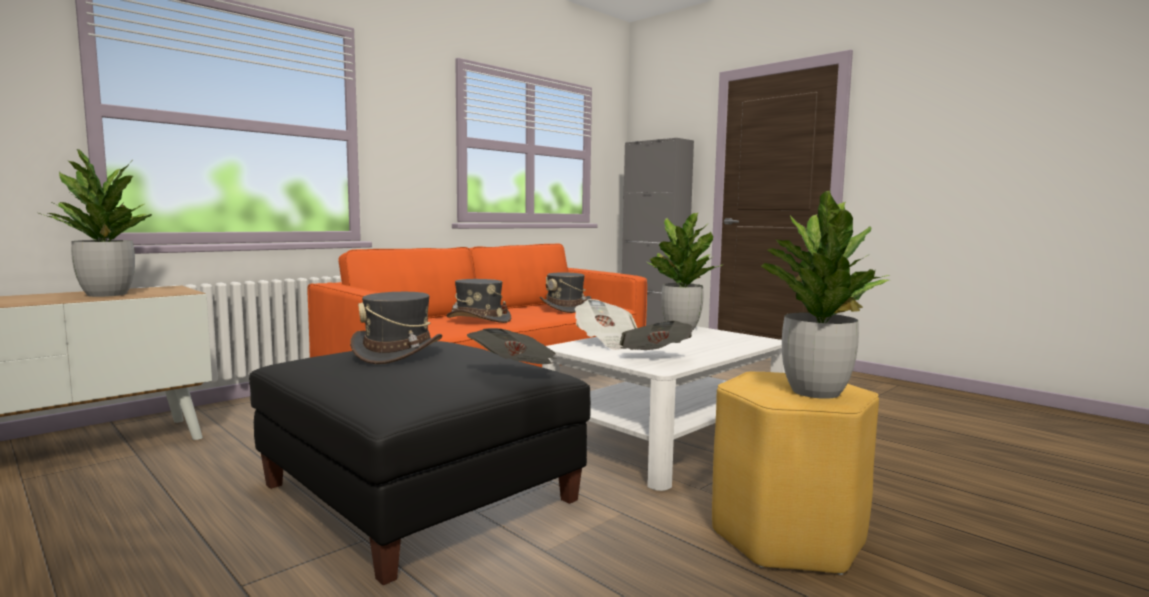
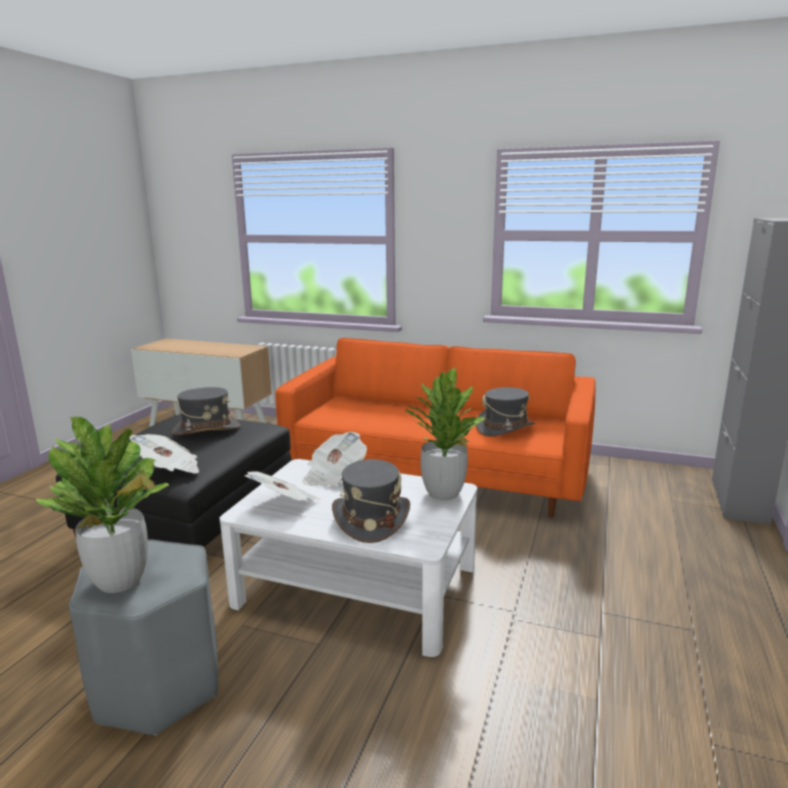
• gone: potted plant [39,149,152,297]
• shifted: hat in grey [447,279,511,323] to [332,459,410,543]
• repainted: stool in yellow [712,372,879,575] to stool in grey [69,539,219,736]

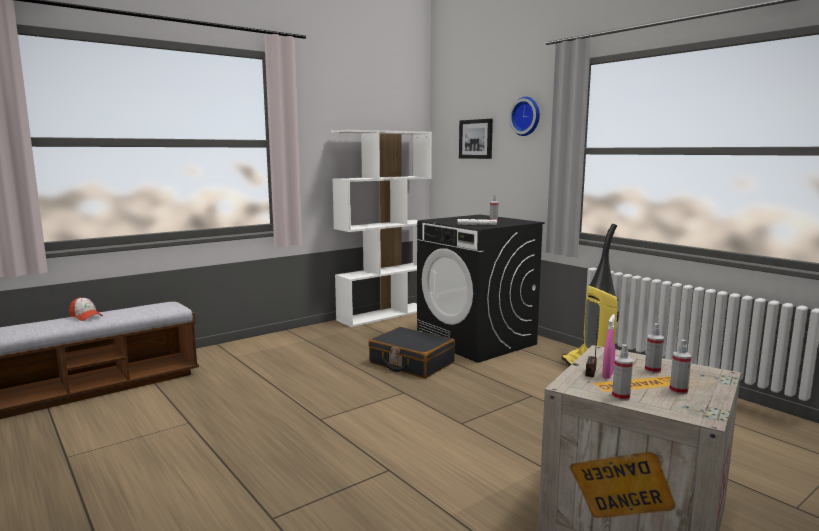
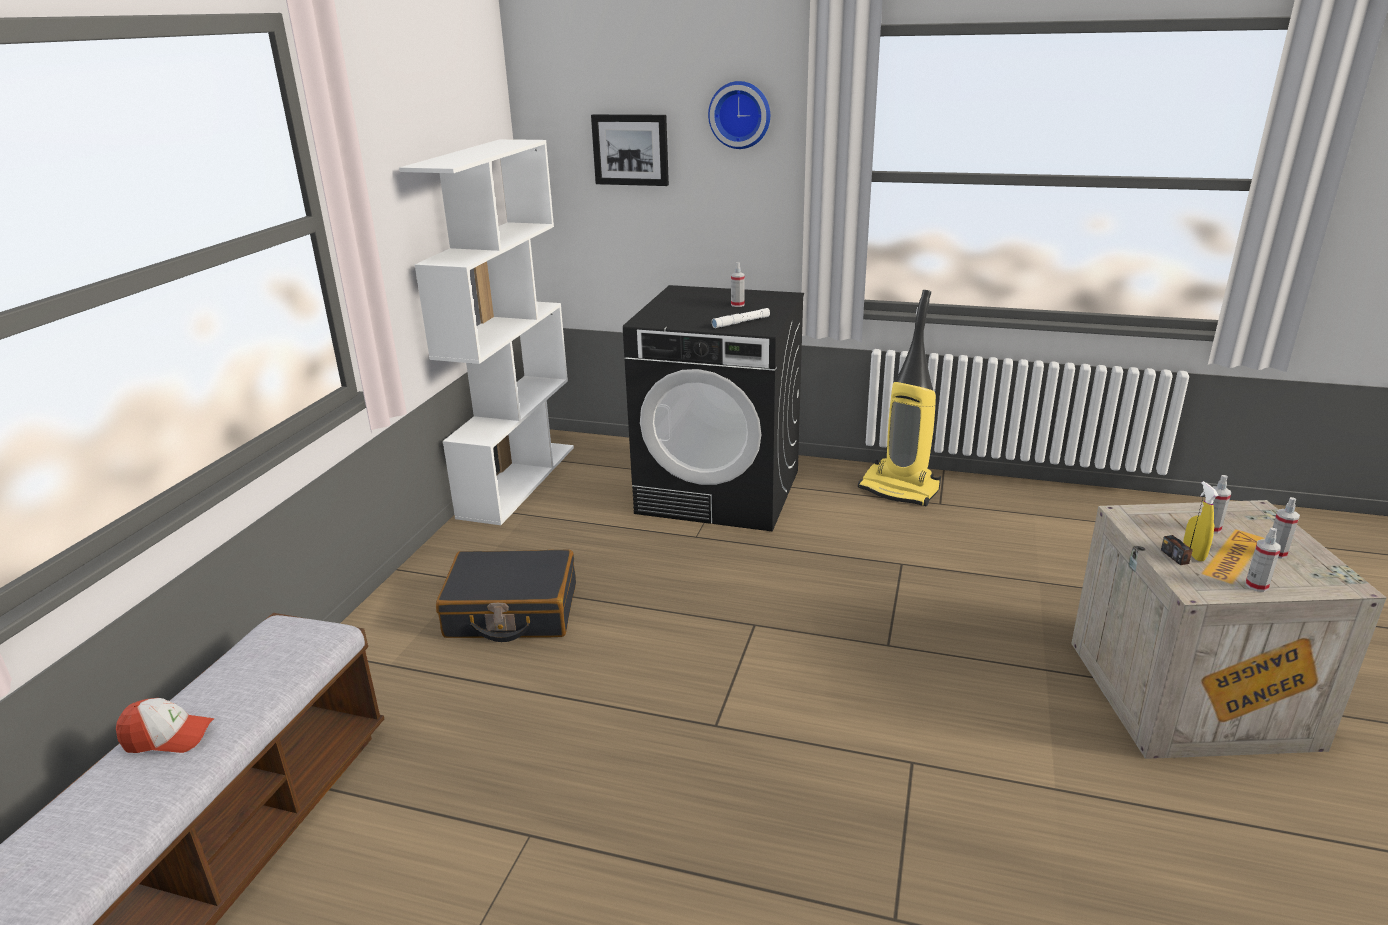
• shifted: suitcase in black [368,327,455,378] to [436,550,576,642]
• repainted: spray bottle in pink [602,314,615,379] to spray bottle in yellow [1183,481,1219,561]

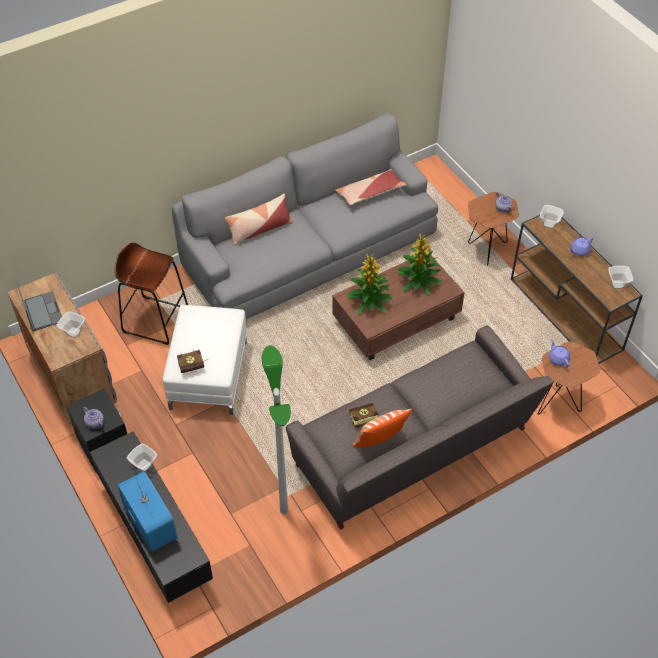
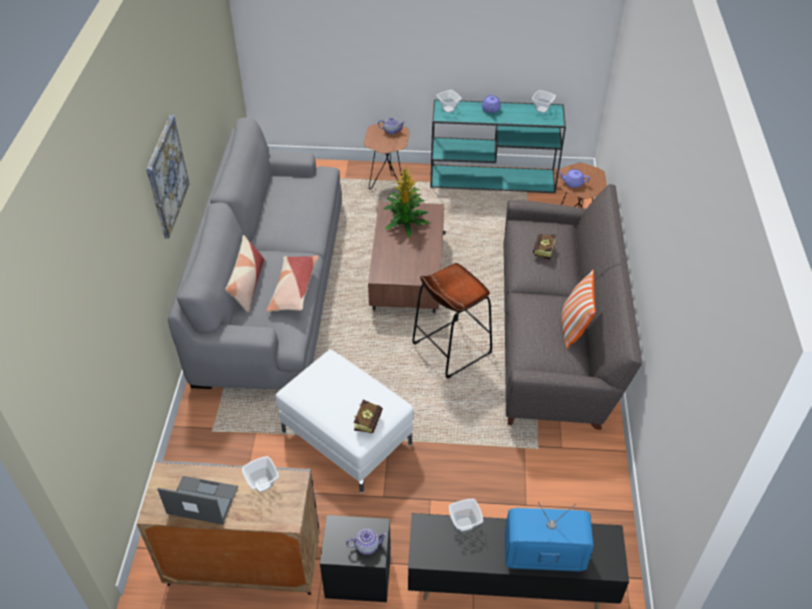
• shifted: stool in brown [114,243,188,345] to [412,263,492,378]
• gone: floor lamp [262,345,291,514]
• shifted: pillow [335,169,407,205] to [266,256,319,312]
• gone: potted plant [347,254,393,315]
• shifted: book [347,403,378,428] to [533,234,556,265]
• repainted: console table in brown [511,215,643,364] to console table in turquoise [431,99,566,193]
• new: picture [146,115,189,239]

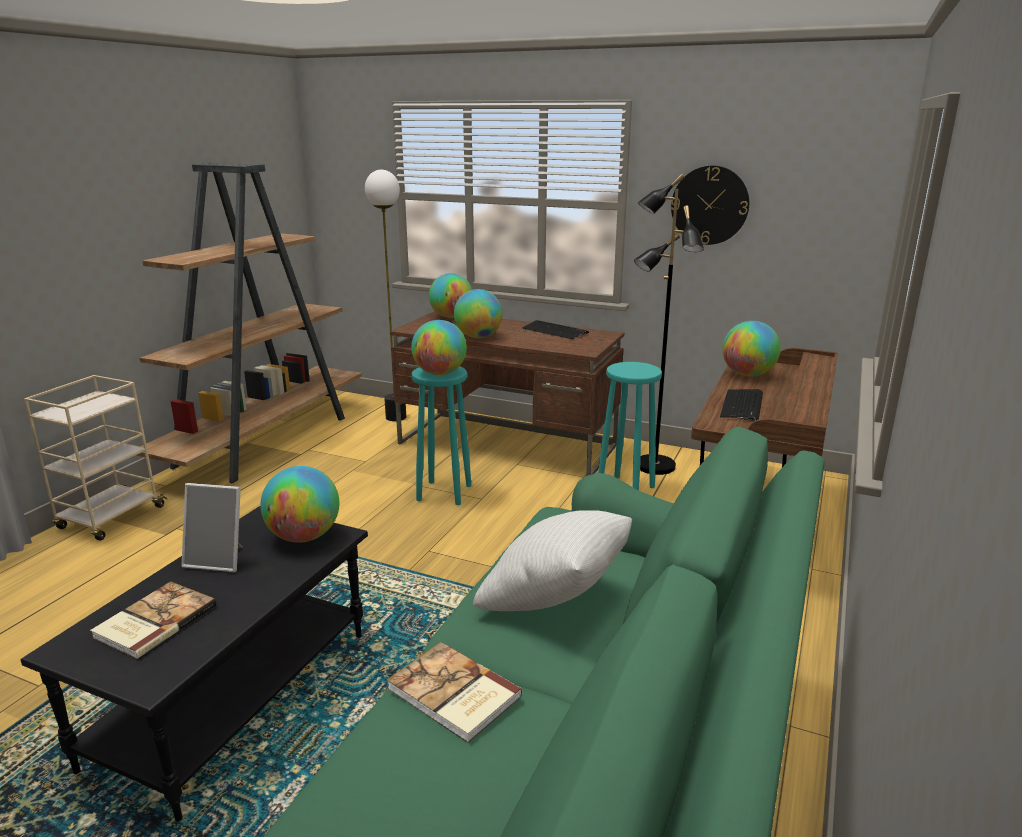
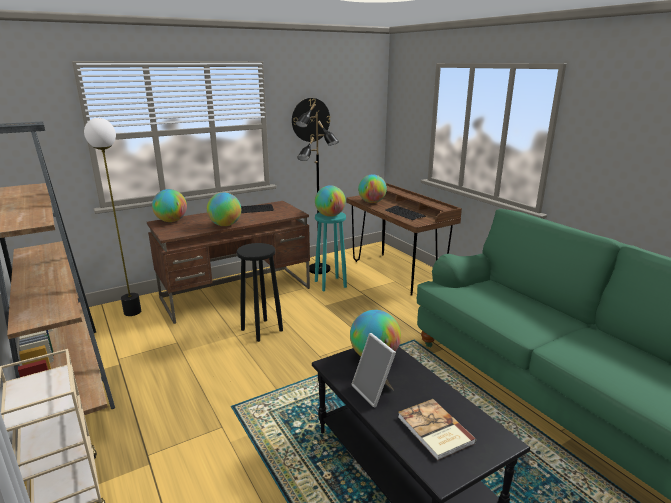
• rotated: picture frame [181,483,242,572] = [351,333,396,407] 105 degrees clockwise
• gone: book [387,642,523,743]
• shifted: globe [411,320,467,375] to [315,185,346,217]
• repainted: stool in turquoise [412,366,471,505] to stool in black [237,243,283,342]
• gone: pillow in white [473,510,632,611]

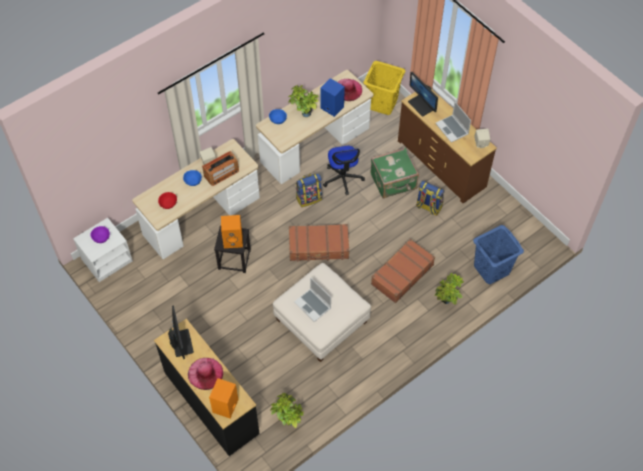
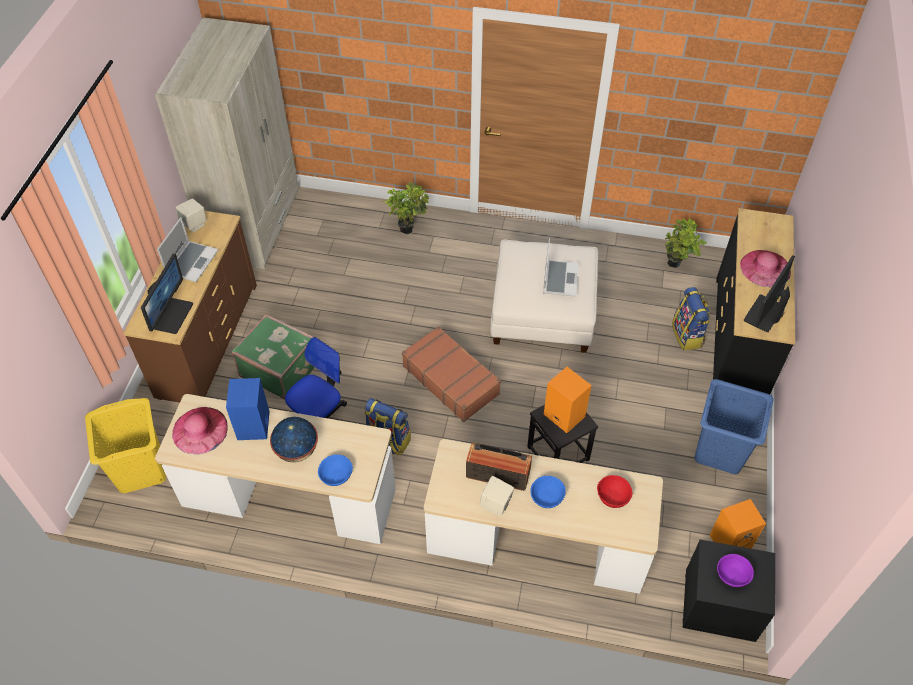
• repainted: nightstand in white [73,218,133,282] to nightstand in black [682,539,775,642]
• shifted: speaker in orange [209,378,238,418] to [710,499,766,549]
• swapped: potted plant [288,85,319,117] to globe [270,417,318,462]
• gone: suitcase in brown [371,239,435,303]
• shifted: backpack [416,181,445,215] to [672,287,710,350]
• shifted: laundry basket in blue [473,225,524,284] to [694,379,774,475]
• new: wardrobe in beige [155,17,299,269]

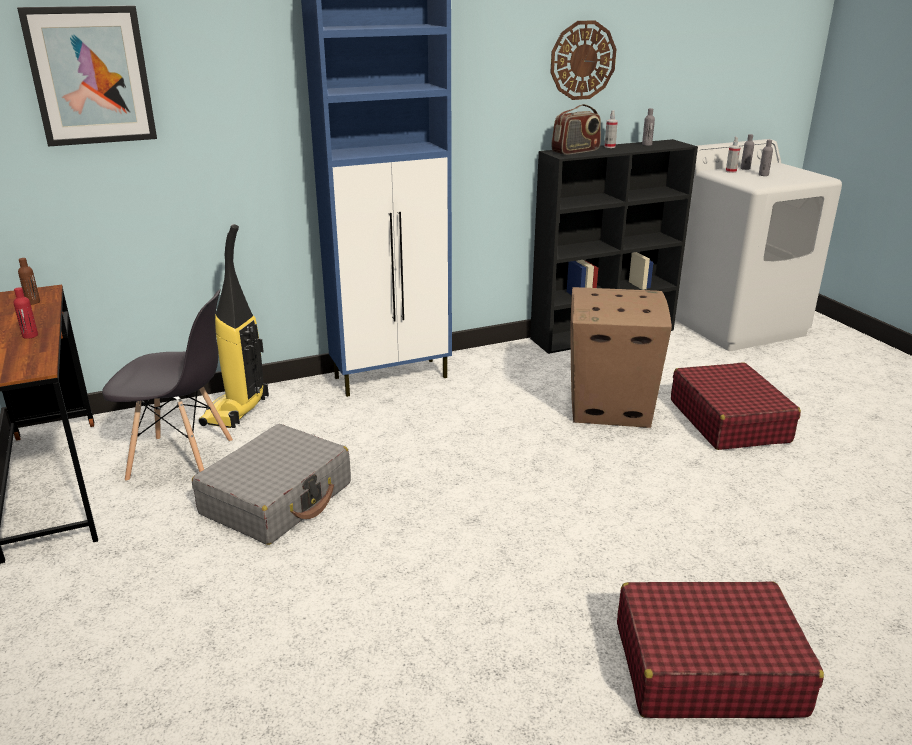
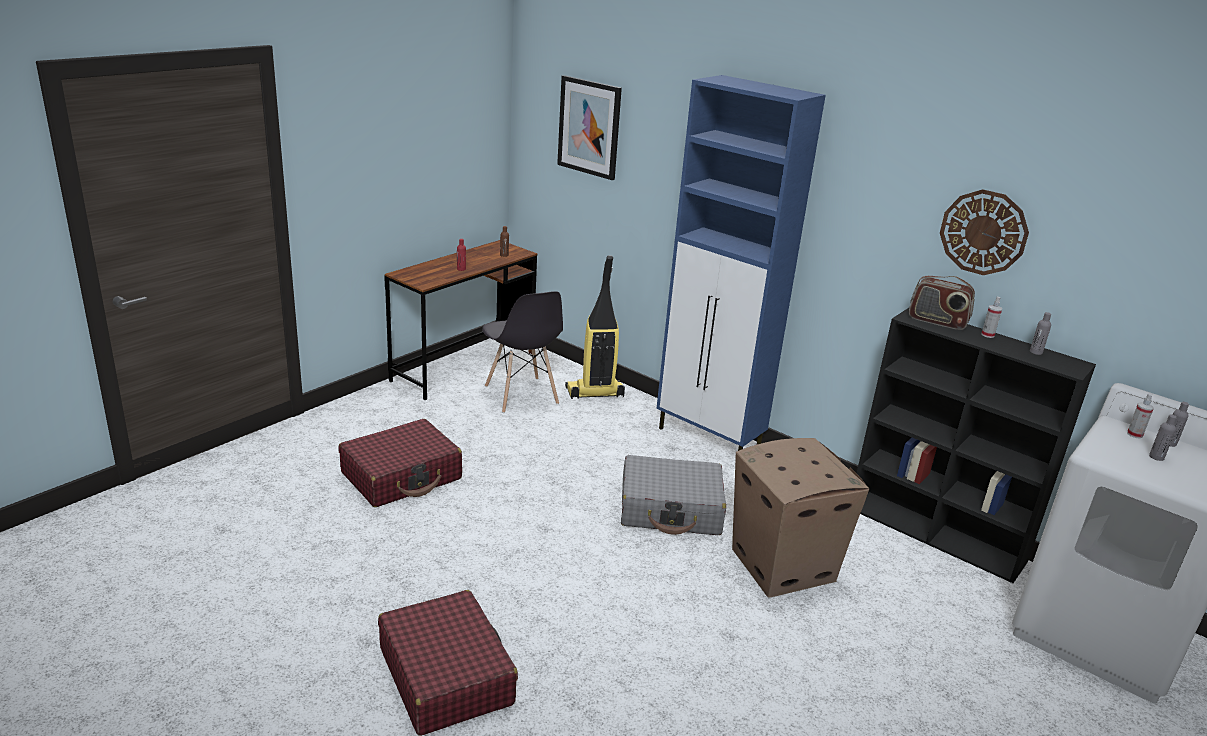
• shifted: suitcase in grey [192,424,351,545] to [621,455,726,535]
• shifted: suitcase in red [671,362,801,450] to [339,419,462,507]

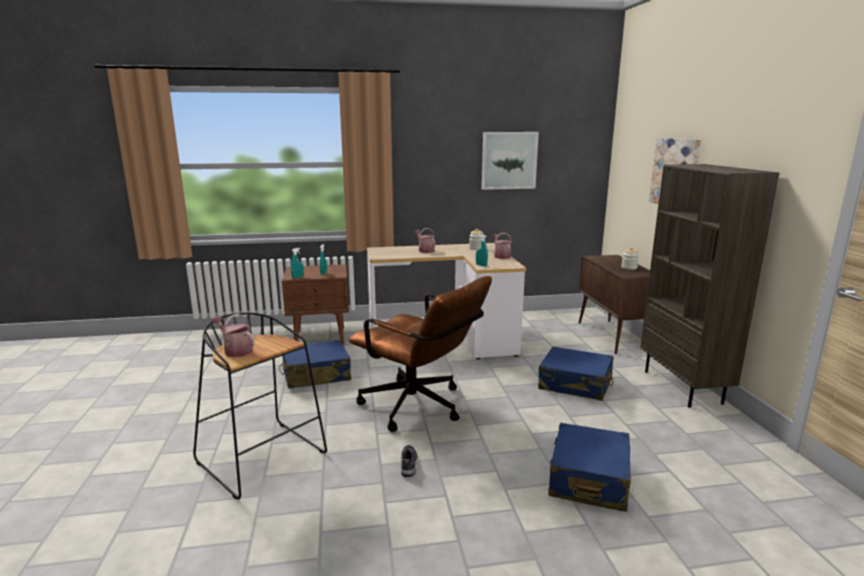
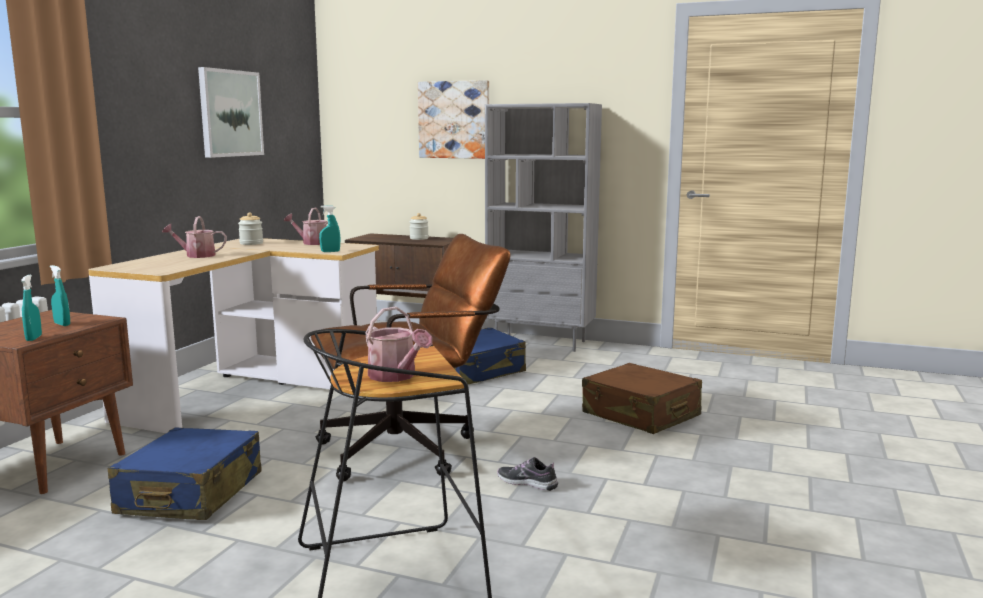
• rotated: watering can [211,314,254,357] = [366,307,432,382] 105 degrees counterclockwise
• repainted: suitcase in blue [548,423,631,512] to suitcase in brown [582,363,702,434]
• repainted: bookcase in brown [640,164,779,408] to bookcase in grey [485,103,602,352]

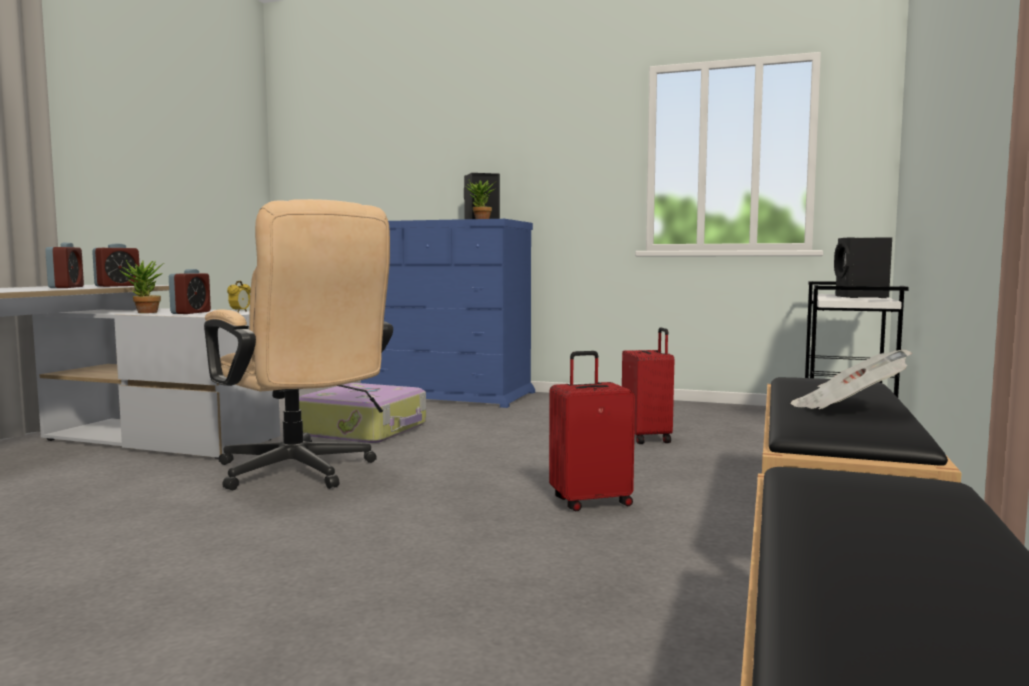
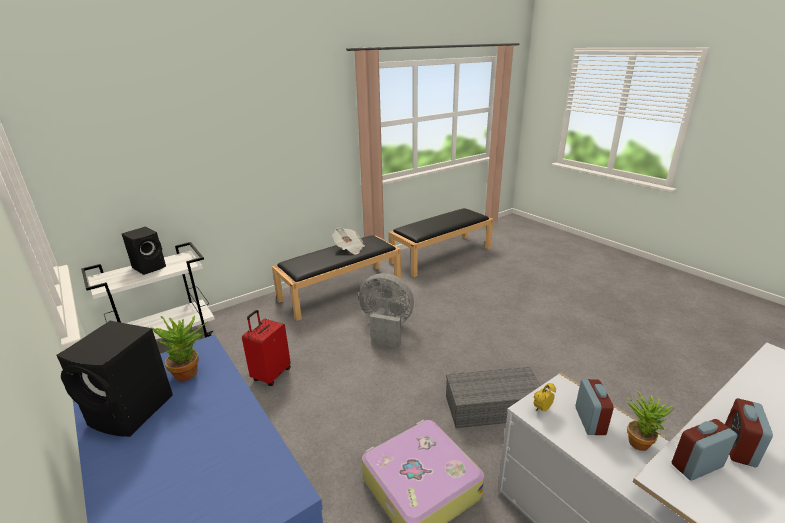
• rotated: alarm clock [169,269,211,314] = [575,379,614,435] 135 degrees clockwise
• swapped: office chair in beige [204,199,393,490] to storage box in grey [446,367,541,428]
• swapped: suitcase in red [549,351,635,511] to fan in grey [359,273,414,348]

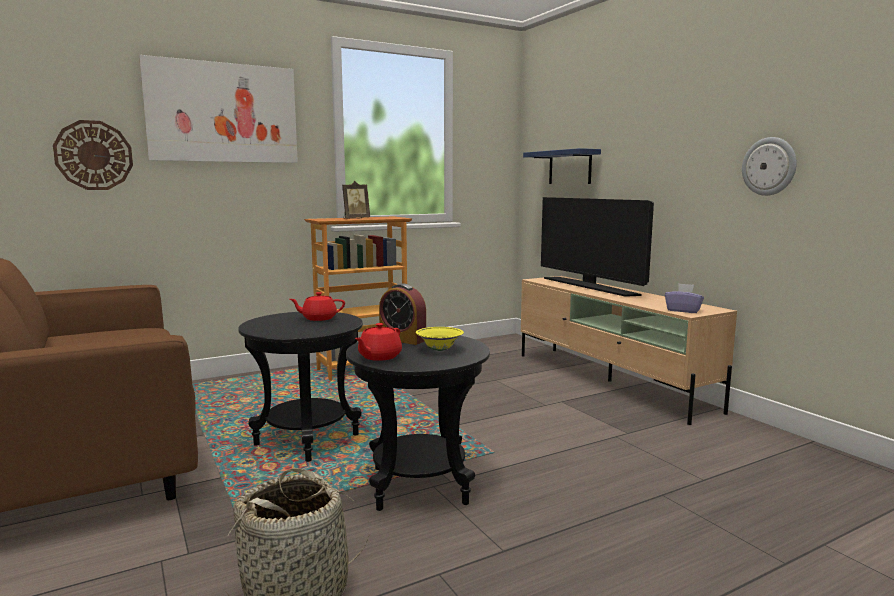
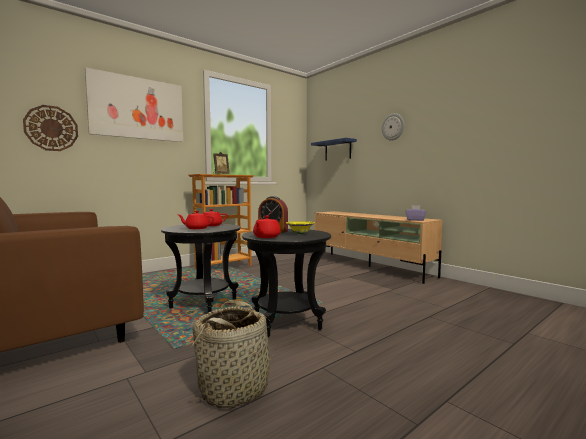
• gone: television [541,197,654,297]
• shifted: wall clock [742,137,797,196] to [382,113,404,141]
• new: teapot in red [178,211,215,229]

